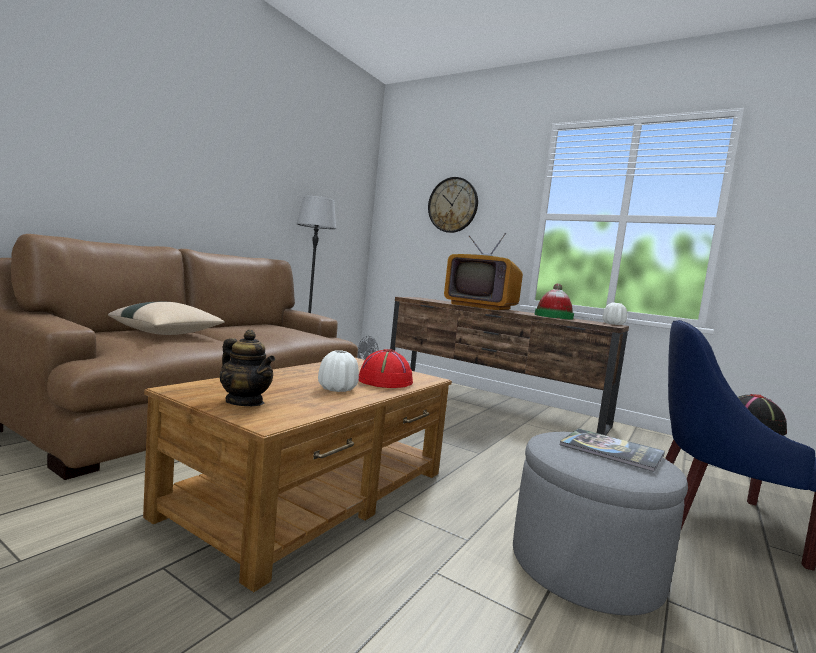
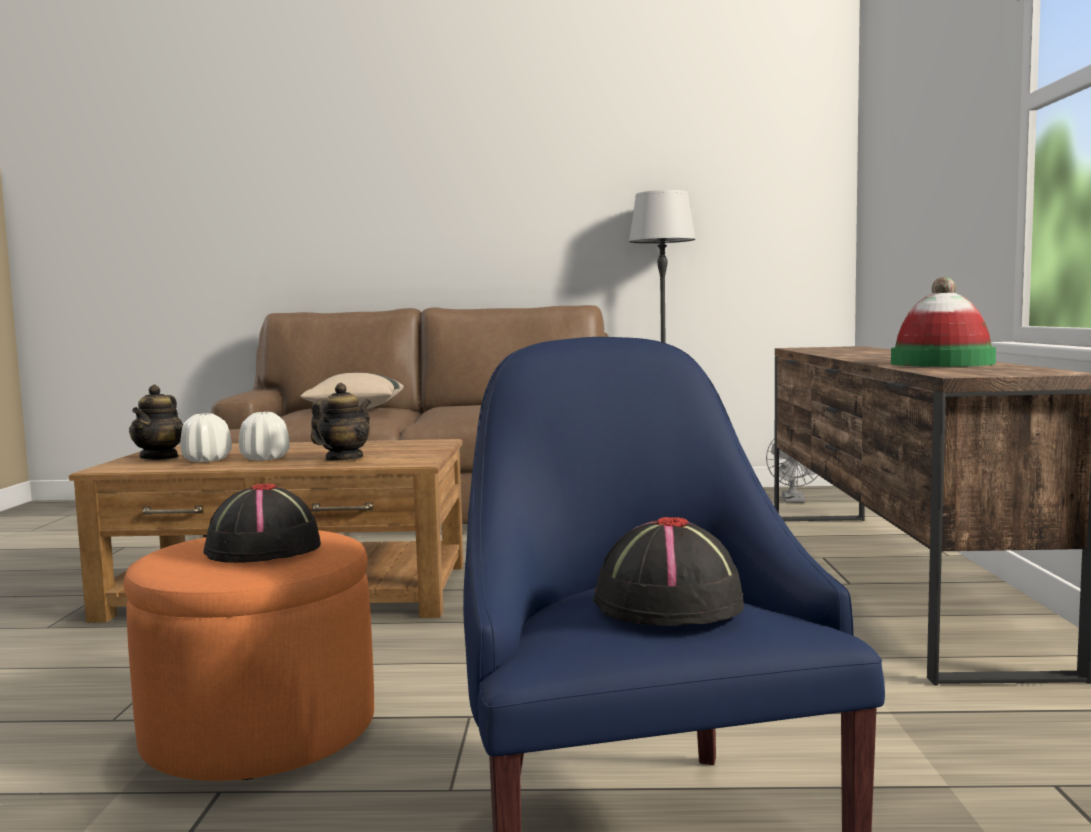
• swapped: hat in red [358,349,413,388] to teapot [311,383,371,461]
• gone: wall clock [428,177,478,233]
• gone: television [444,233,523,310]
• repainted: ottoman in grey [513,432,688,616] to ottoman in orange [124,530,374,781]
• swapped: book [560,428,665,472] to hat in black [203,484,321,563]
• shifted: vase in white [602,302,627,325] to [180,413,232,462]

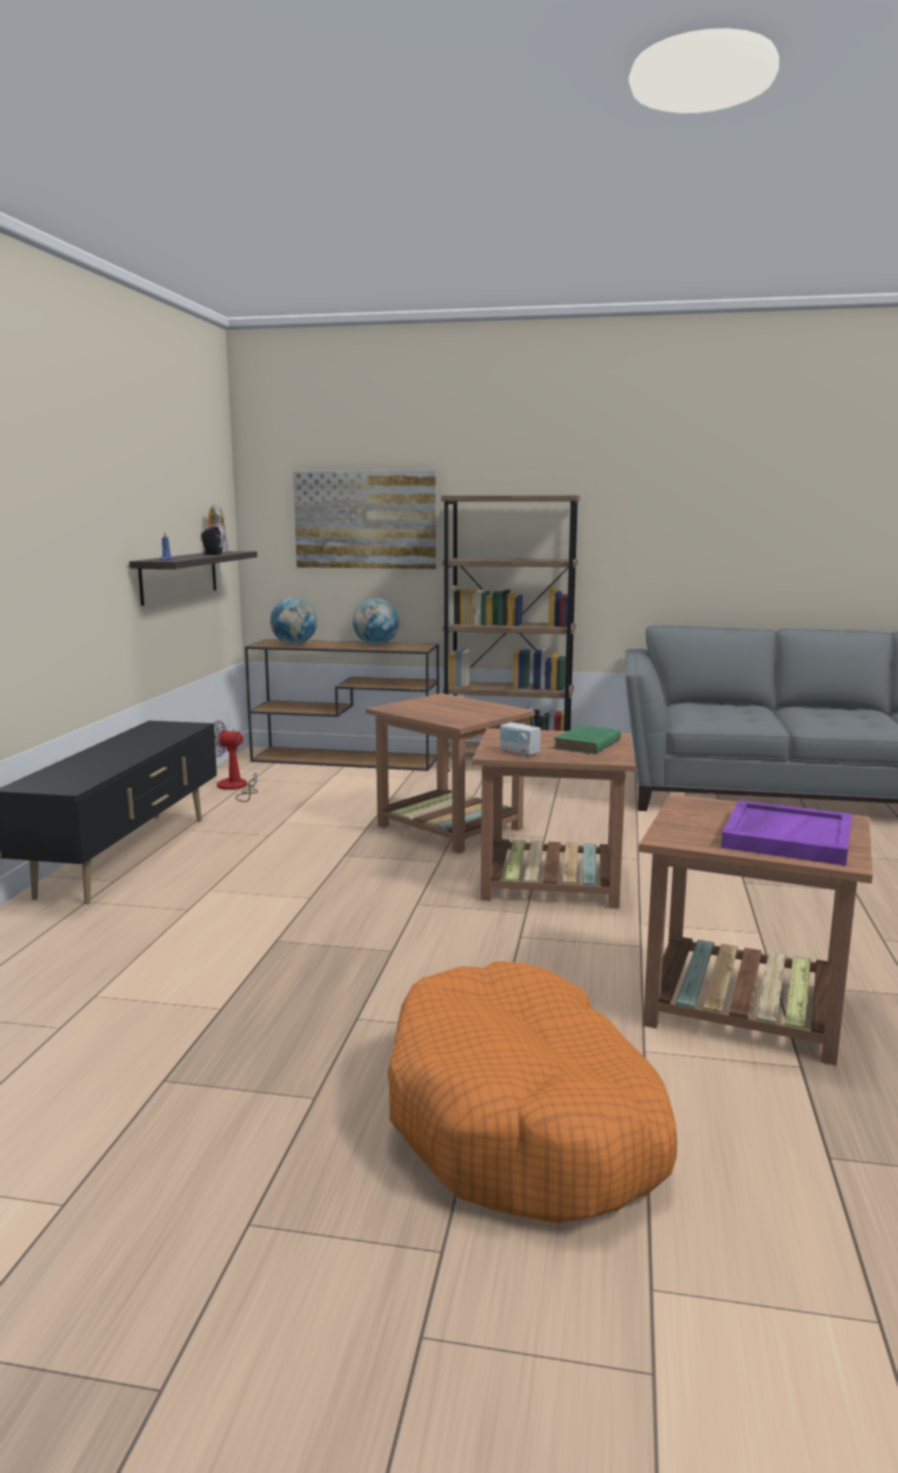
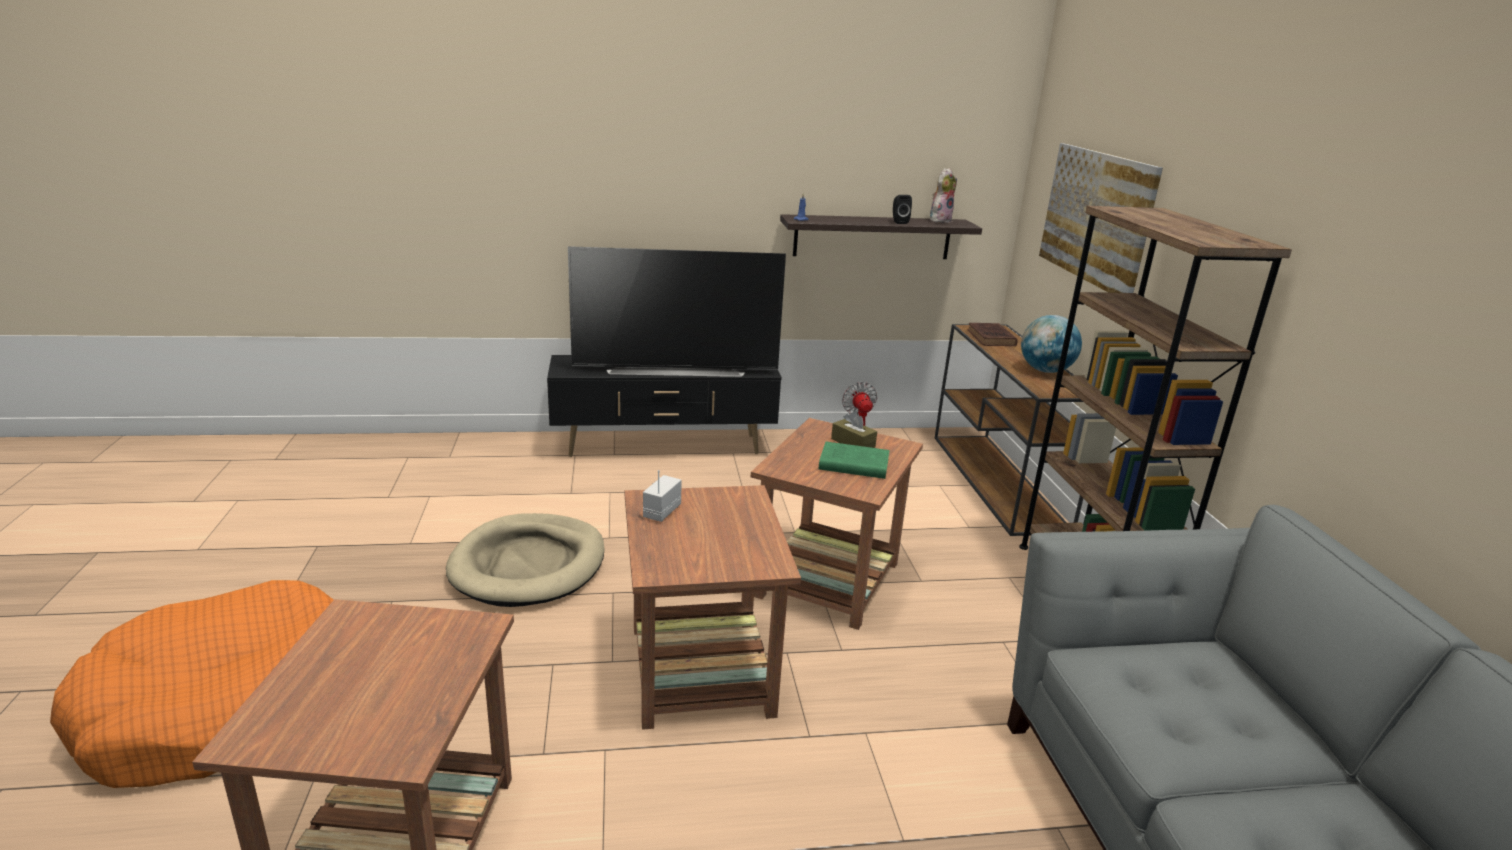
• swapped: globe [270,598,317,645] to book in brown [967,323,1018,346]
• shifted: book in green [553,725,621,754] to [819,442,890,479]
• gone: tray in purple [721,800,852,866]
• new: dog bed in beige [446,513,604,607]
• new: television [568,246,786,377]
• new: tissue box in brown [831,411,877,448]

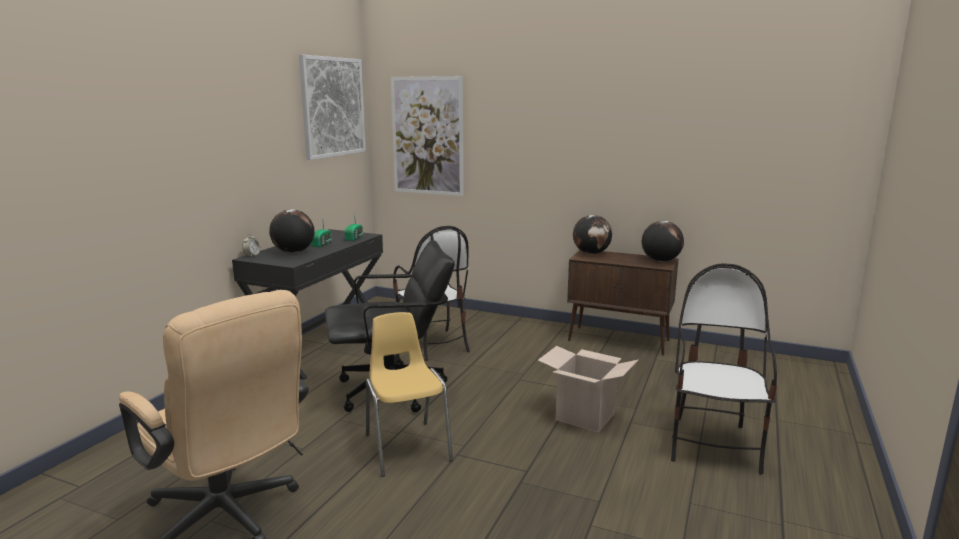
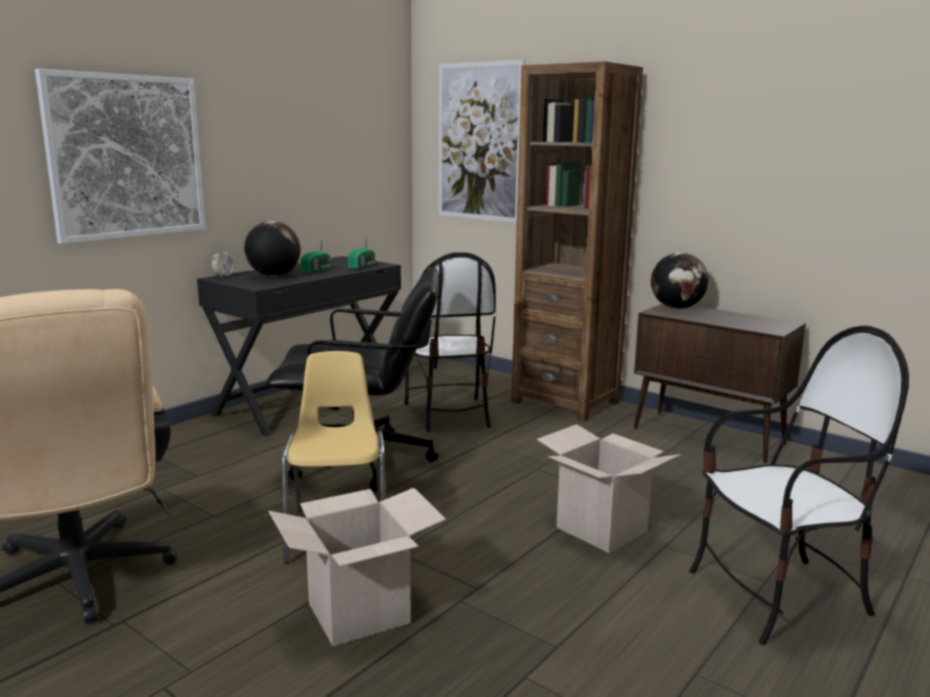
• shifted: picture [299,55,366,160] to [35,69,206,244]
• gone: globe [642,221,684,262]
• rotated: chair [671,263,777,474] = [689,325,909,645] 45 degrees clockwise
• new: cardboard box [268,488,446,646]
• new: bookcase in brown [511,61,643,422]

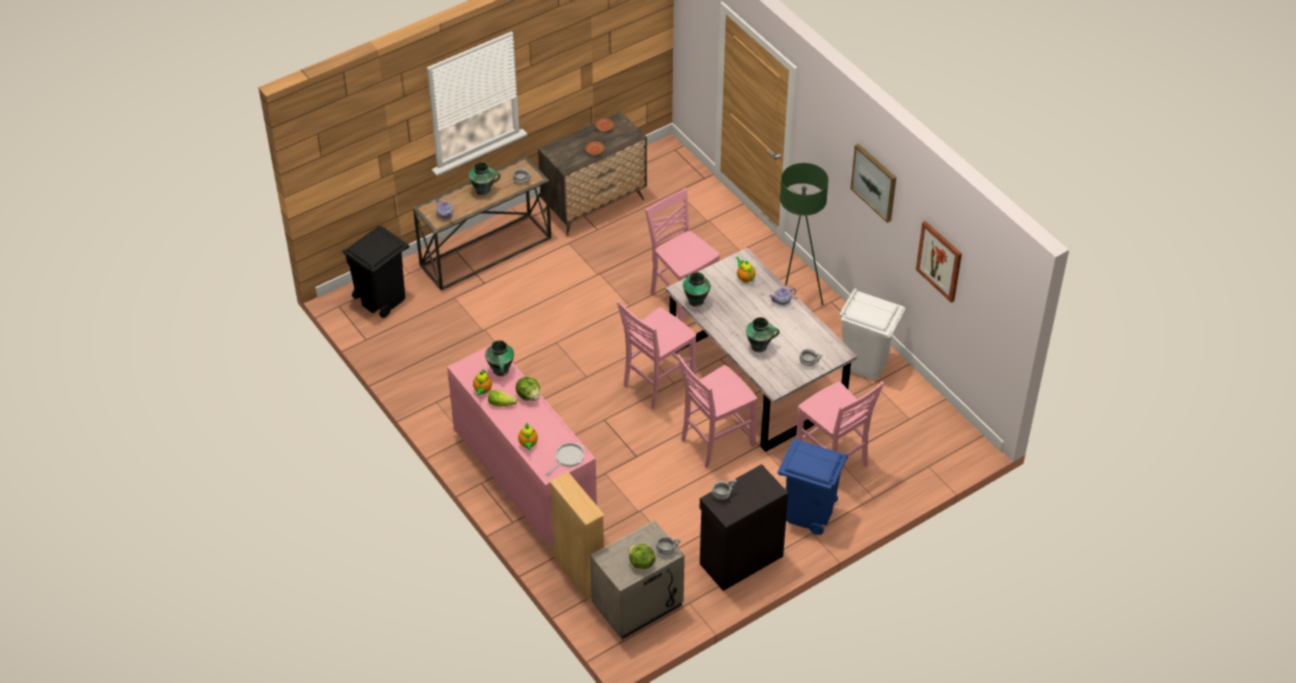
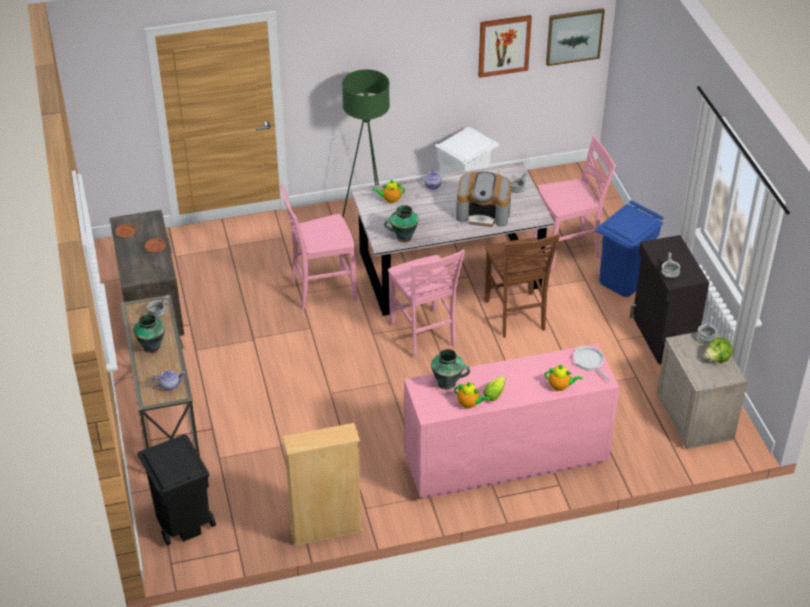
• gone: lettuce [516,377,540,401]
• shifted: bookcase in beige [550,472,605,602] to [282,423,363,546]
• repainted: chair in pink [677,354,757,468] to chair in brown [485,234,560,338]
• swapped: vase [746,317,779,353] to coffee machine [456,172,511,227]
• shifted: picture [850,144,896,223] to [546,8,605,66]

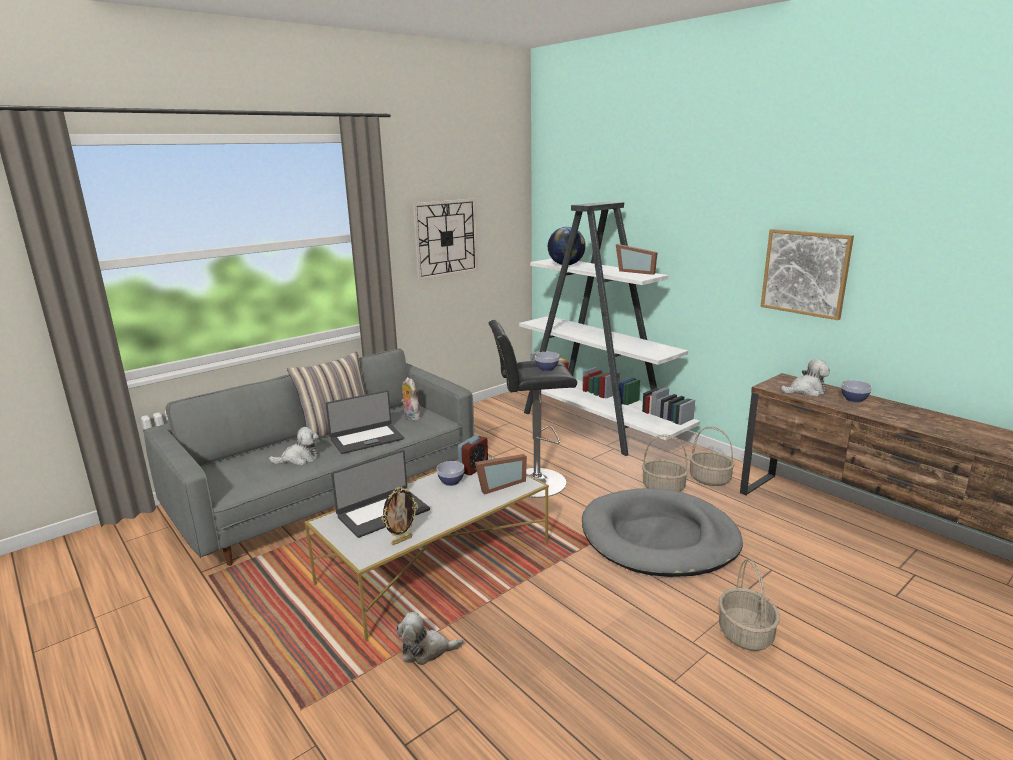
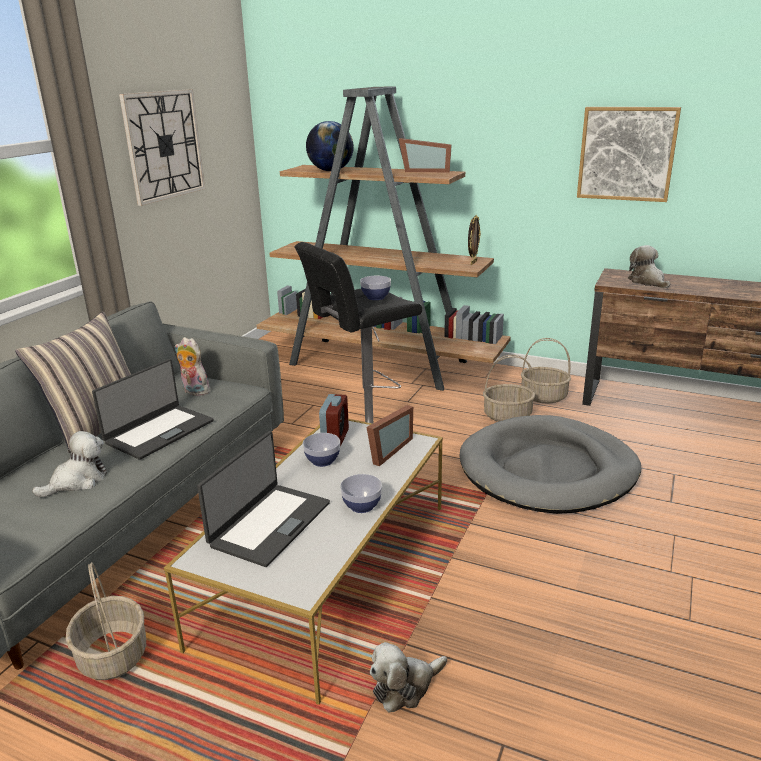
• shifted: picture frame [382,487,418,545] to [468,215,481,265]
• repainted: bookcase in white [519,202,700,456] to bookcase in brown [257,86,511,391]
• shifted: basket [719,559,780,651] to [65,562,146,680]
• rotated: plush toy [780,359,830,396] = [628,245,670,289] 75 degrees counterclockwise
• shifted: bowl [841,380,872,402] to [340,474,382,513]

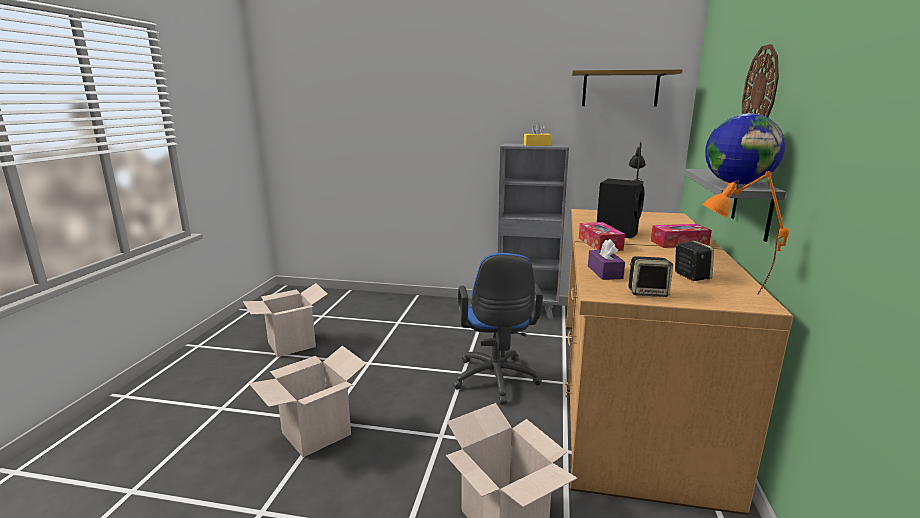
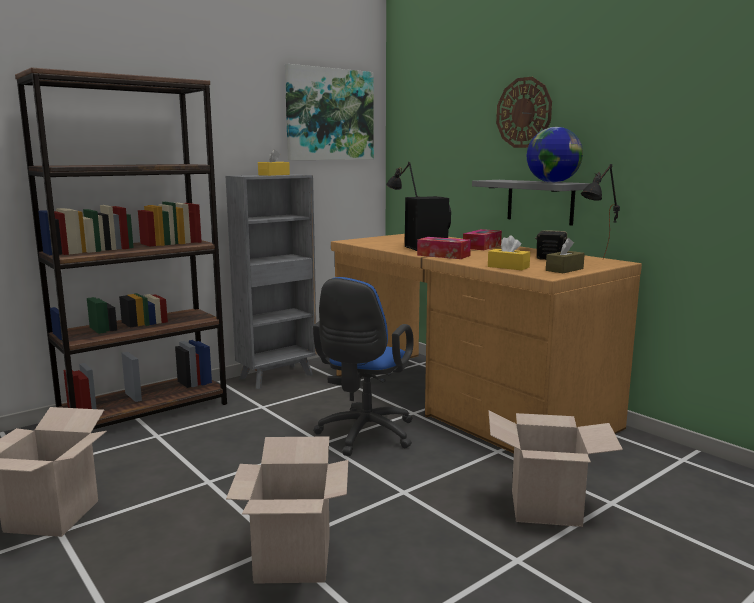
• rotated: office chair in blue [453,253,543,405] = [313,277,414,456] 75 degrees clockwise
• swapped: shelf [572,69,683,107] to picture [285,64,374,160]
• repainted: tissue box in purple [588,239,625,280] to tissue box in yellow [488,235,530,270]
• swapped: speaker [629,256,673,297] to tissue box in brown [546,238,585,273]
• repainted: table lamp in orange [702,171,789,295] to table lamp in black [581,164,620,259]
• new: bookcase in brown [15,67,227,429]

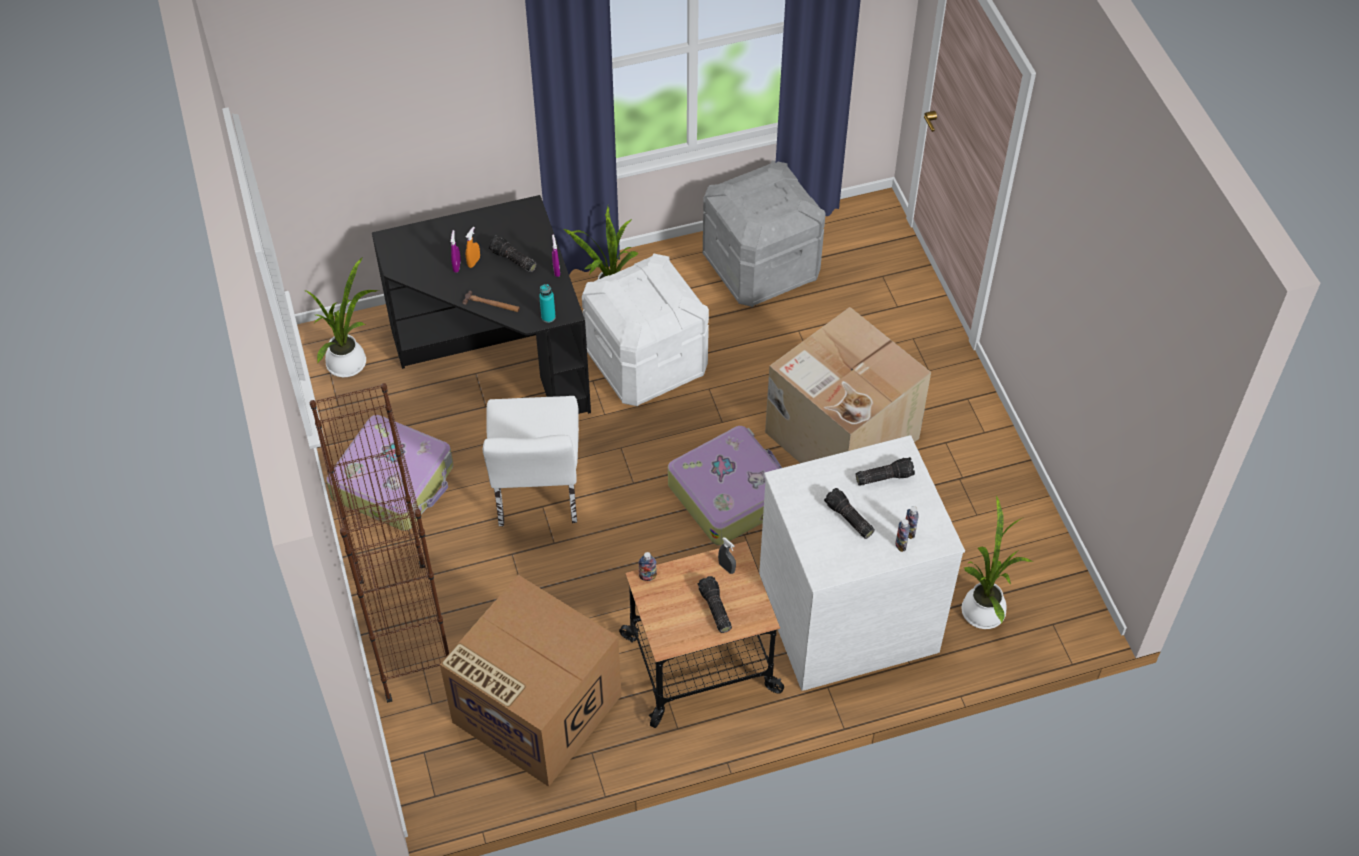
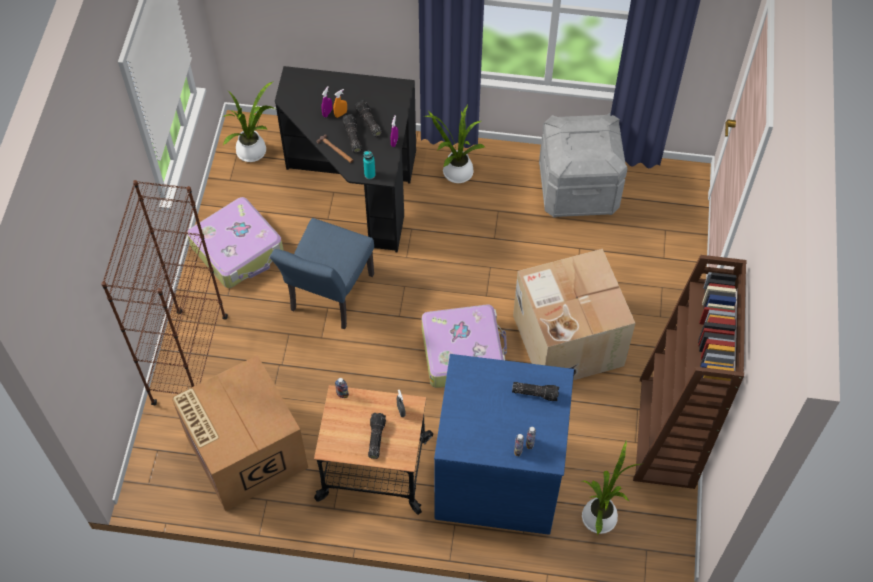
• repainted: chair in white [483,396,579,526] to chair in blue [270,218,374,329]
• gone: storage box in white [582,254,709,406]
• repainted: dresser in white [759,435,965,691] to dresser in blue [434,354,574,535]
• shifted: flashlight [824,488,875,539] to [342,114,362,153]
• new: bookcase in brown [633,255,747,489]

